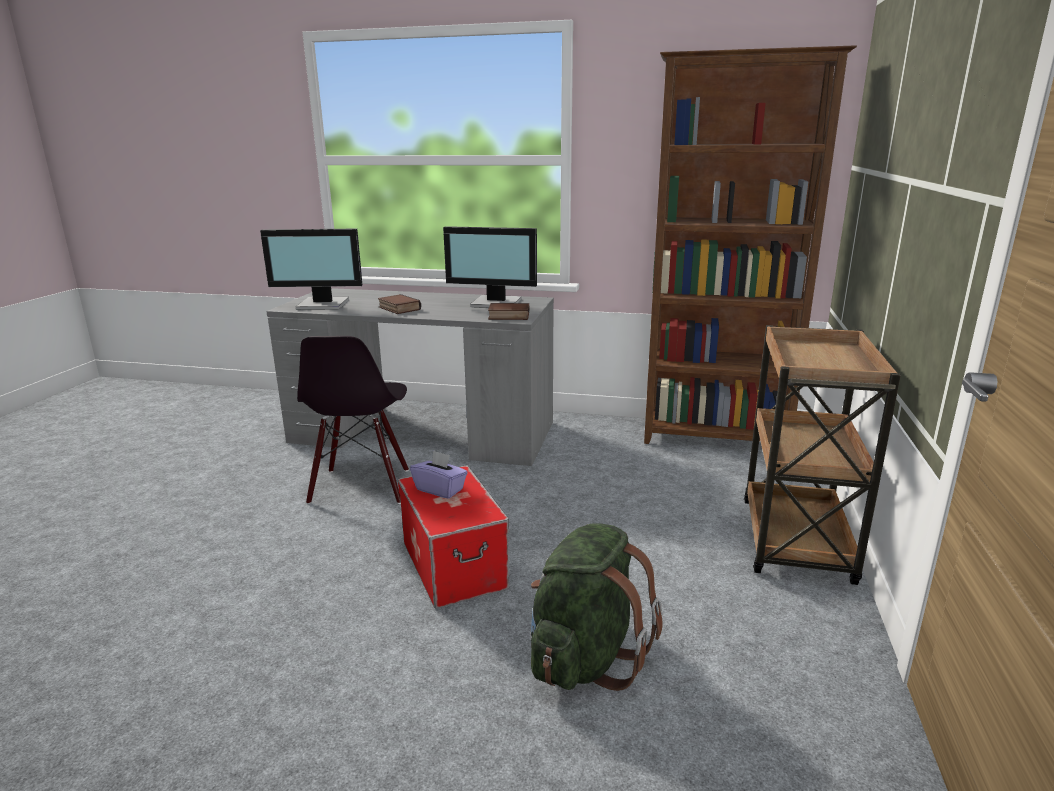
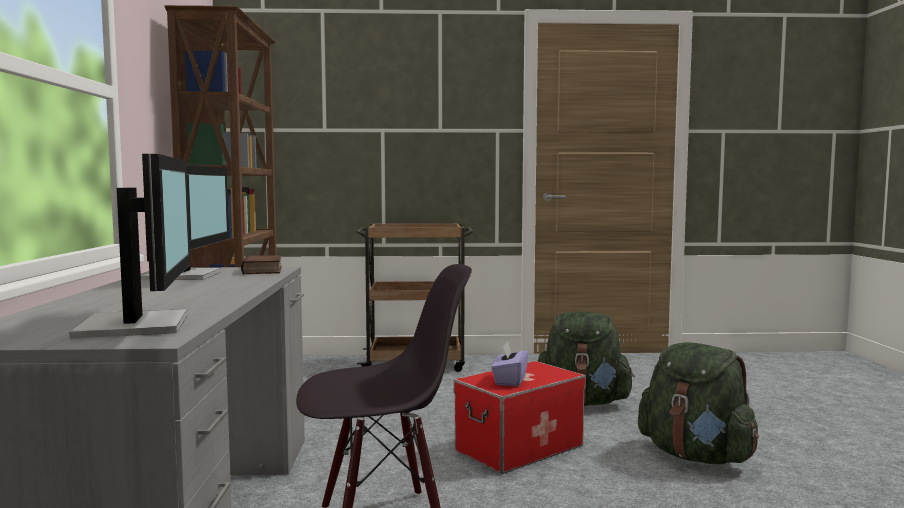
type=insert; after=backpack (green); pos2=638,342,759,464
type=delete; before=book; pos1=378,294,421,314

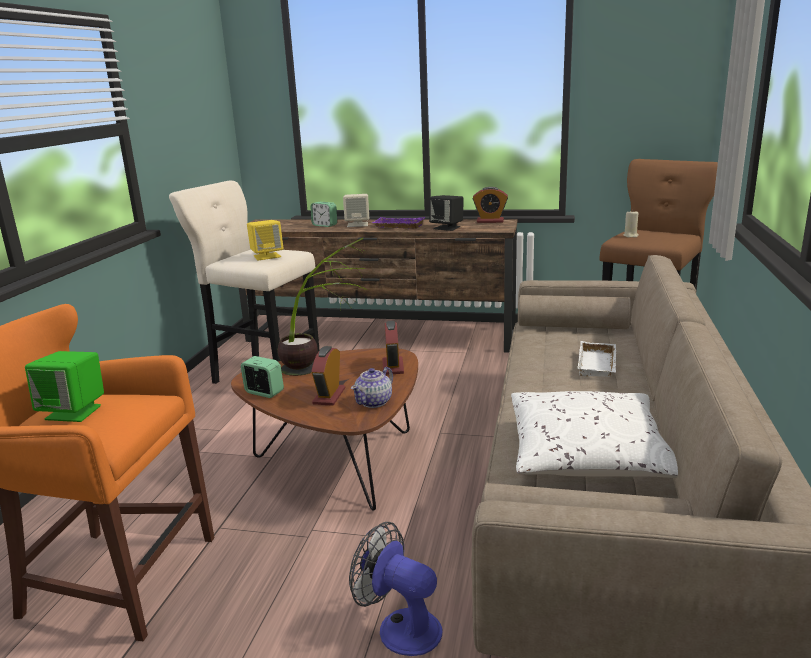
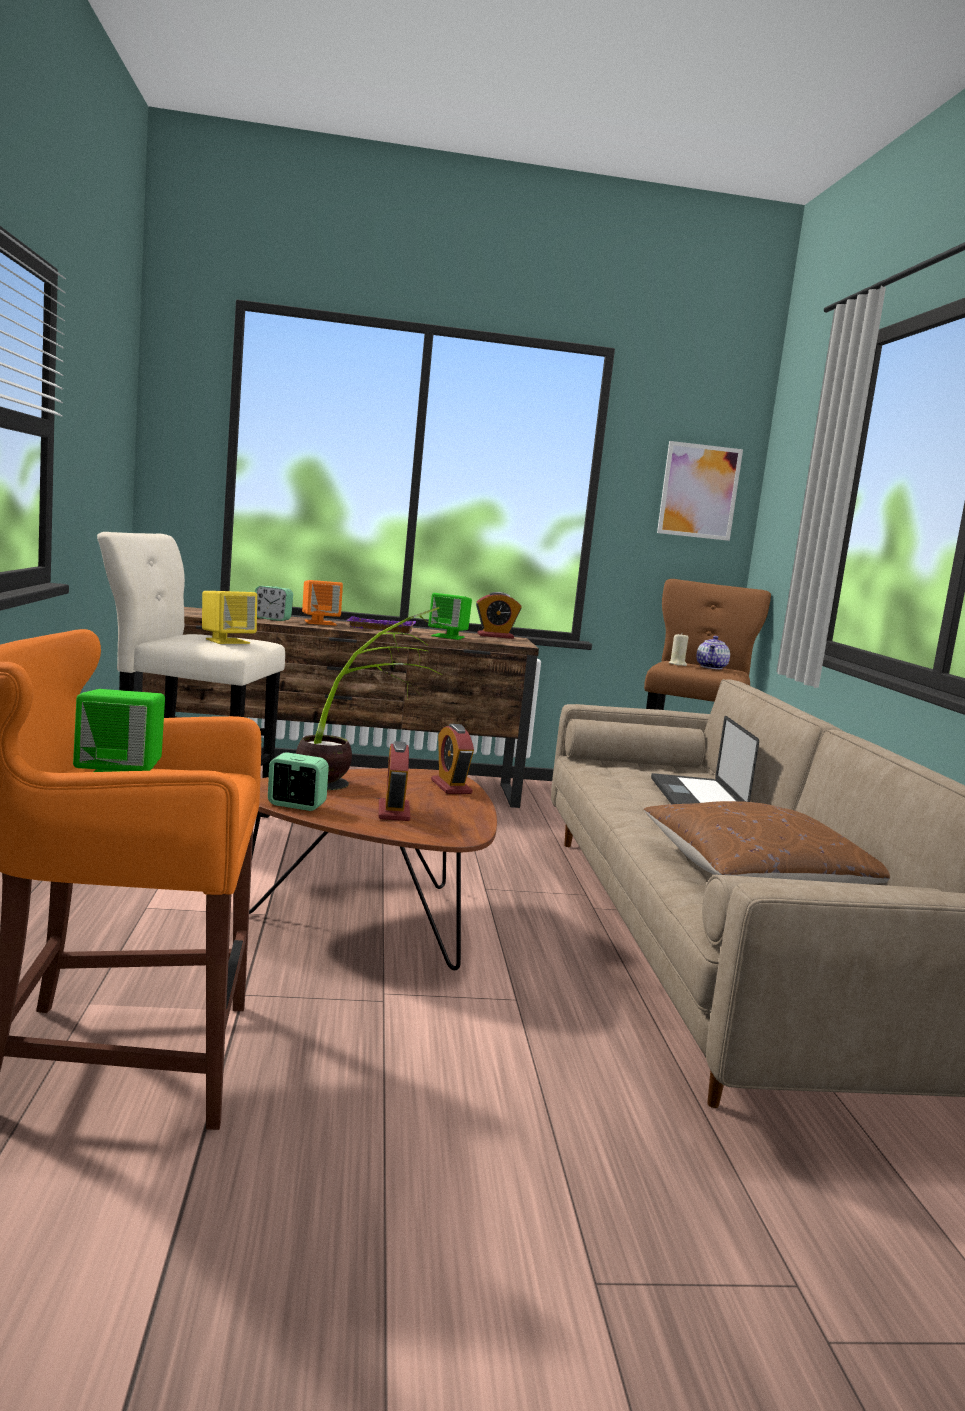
type=recolor; before=speaker (beige); after=speaker (orange); pos1=343,194,369,227; pos2=302,580,343,626
type=recolor; before=speaker (black); after=speaker (green); pos1=429,195,464,231; pos2=428,593,472,640
type=recolor; before=pillow (white); after=pillow (brown); pos1=511,391,678,478; pos2=644,801,890,884
type=replace; before=tray (white); after=laptop; pos1=577,341,617,377; pos2=651,715,759,804
type=insert; after=picture; pos2=657,441,743,541
type=move; before=teapot; pos1=351,367,393,408; pos2=696,636,730,669
type=delete; before=fan; pos1=349,522,442,656

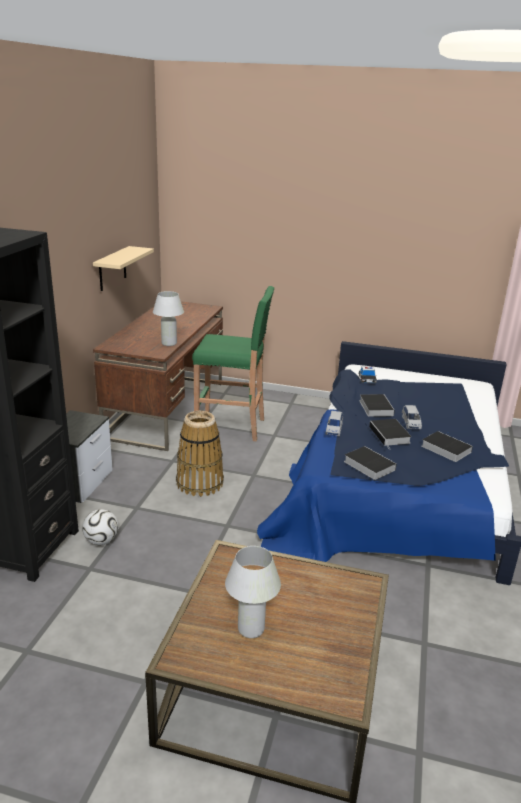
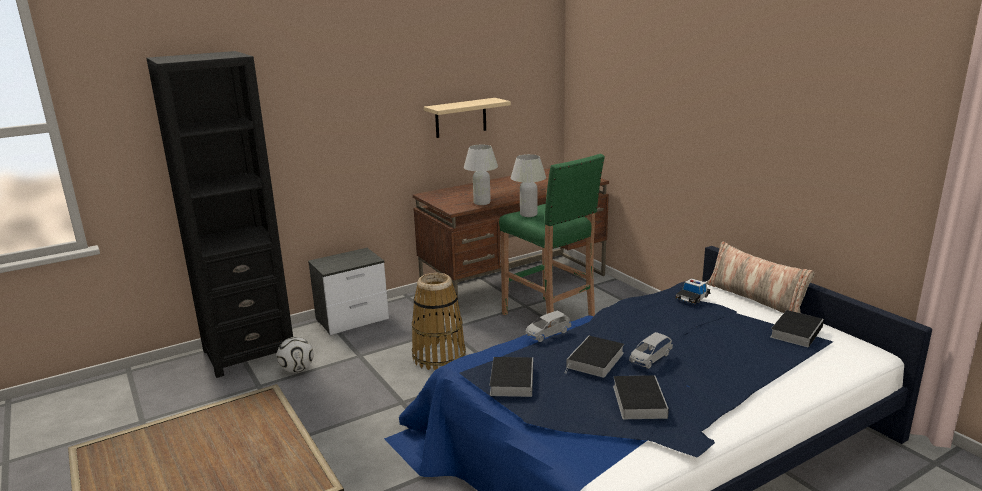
type=move; before=table lamp (white); pos1=225,546,281,638; pos2=511,154,546,217
type=insert; after=pillow; pos2=707,241,815,313
type=move; before=book; pos1=359,394,395,416; pos2=770,310,824,348

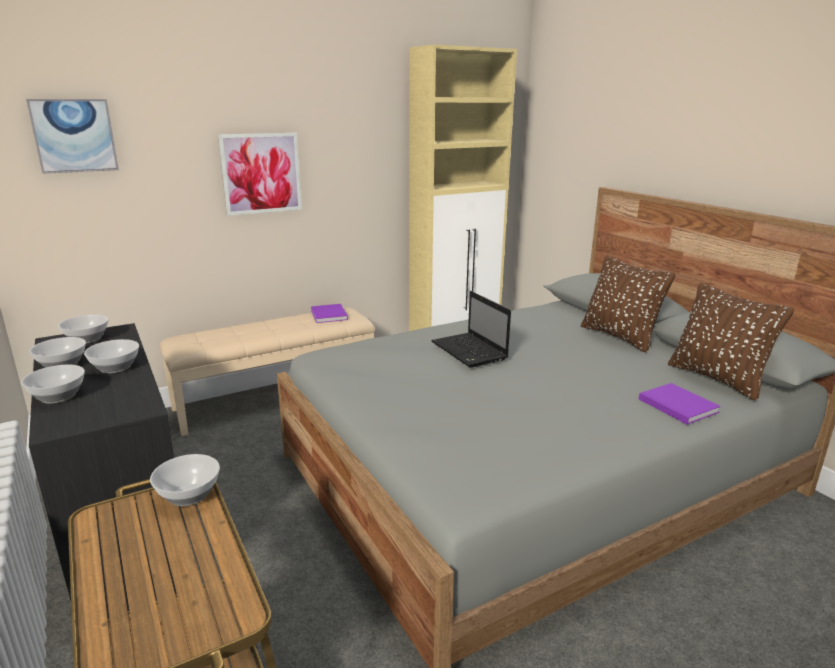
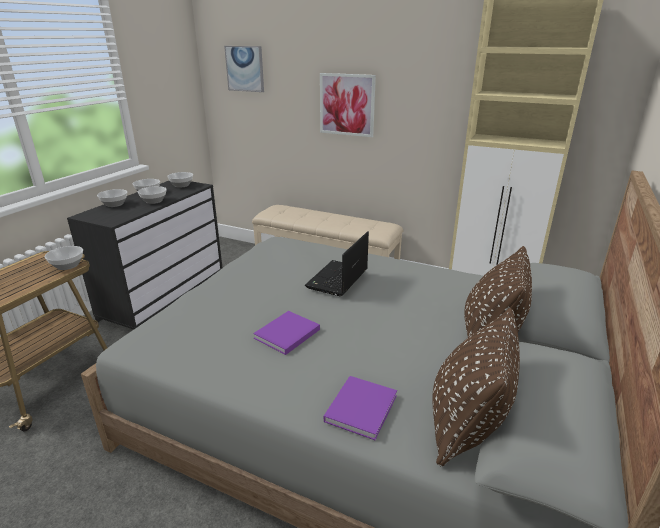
type=move; before=book (purple); pos1=311,304,348,323; pos2=253,311,320,355

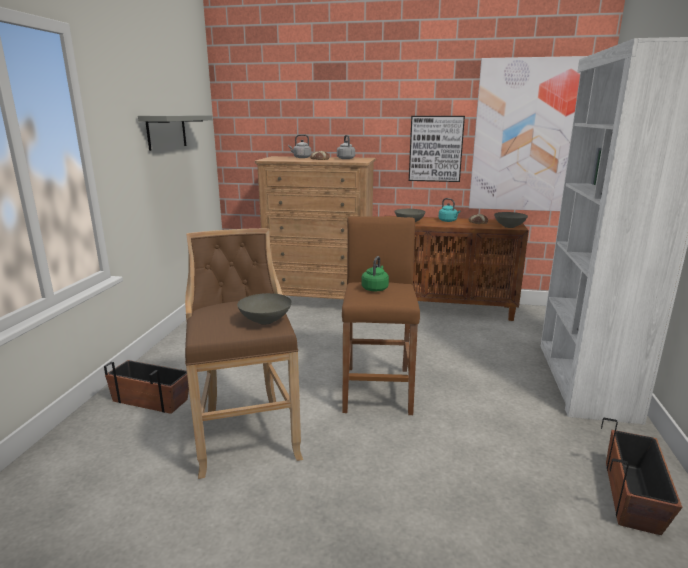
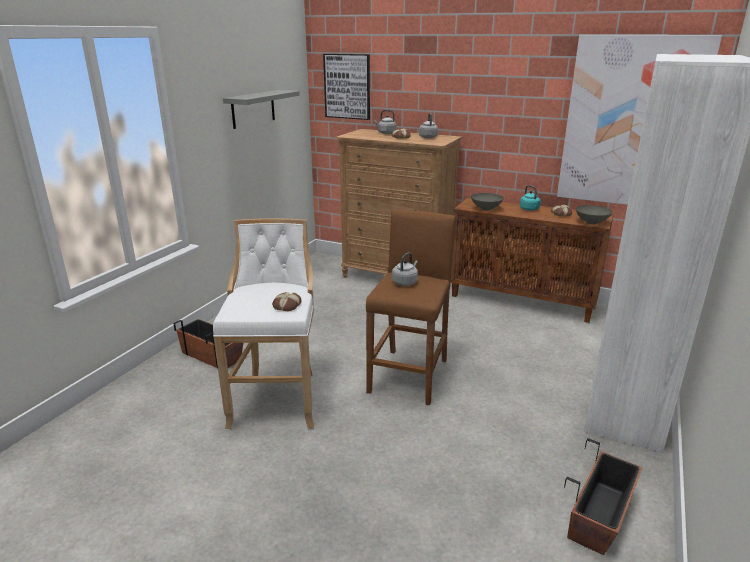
type=recolor; before=stool (brown); after=stool (white); pos1=185,228,303,479; pos2=213,218,314,429
type=replace; before=bowl (grey); after=bread; pos1=237,293,292,325; pos2=272,292,302,311
type=move; before=picture; pos1=409,116,465,182; pos2=323,54,370,120
type=recolor; before=kettle (green); after=kettle (grey); pos1=361,256,389,291; pos2=392,252,418,286

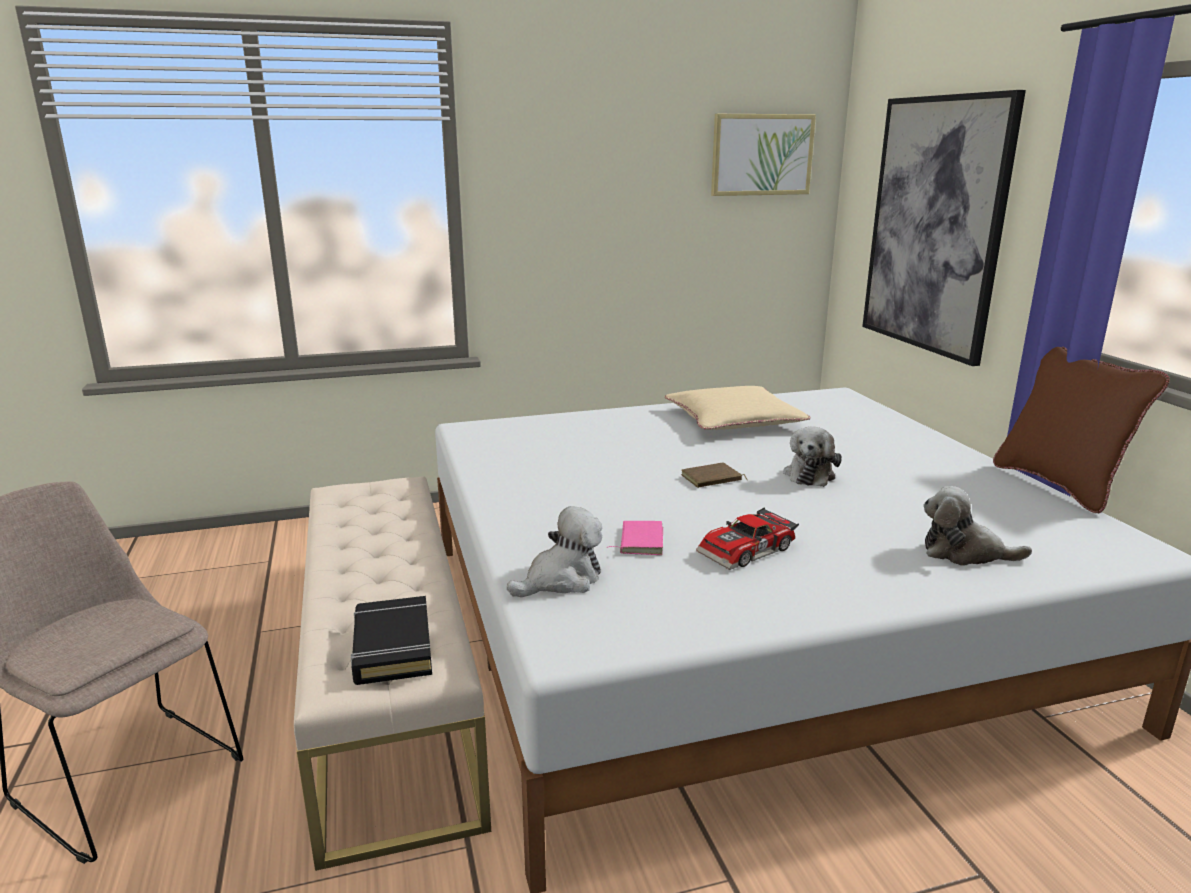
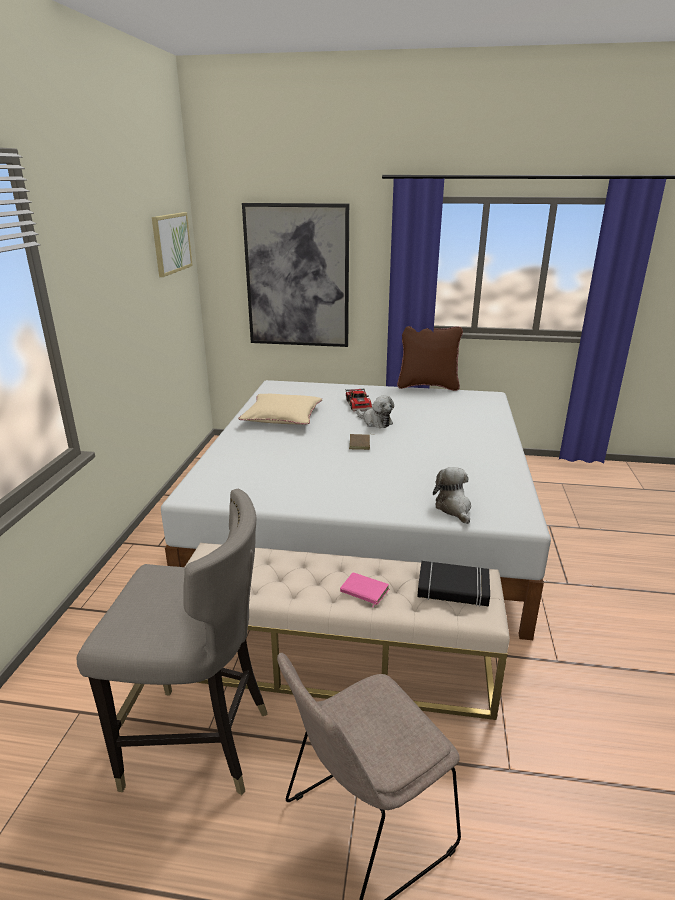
type=insert; after=stool (grey); pos2=77,489,268,795
type=move; before=book (pink); pos1=609,521,663,555; pos2=340,573,389,608
type=move; before=toy car; pos1=696,508,799,570; pos2=345,389,372,411
type=delete; before=plush toy; pos1=923,486,1032,566

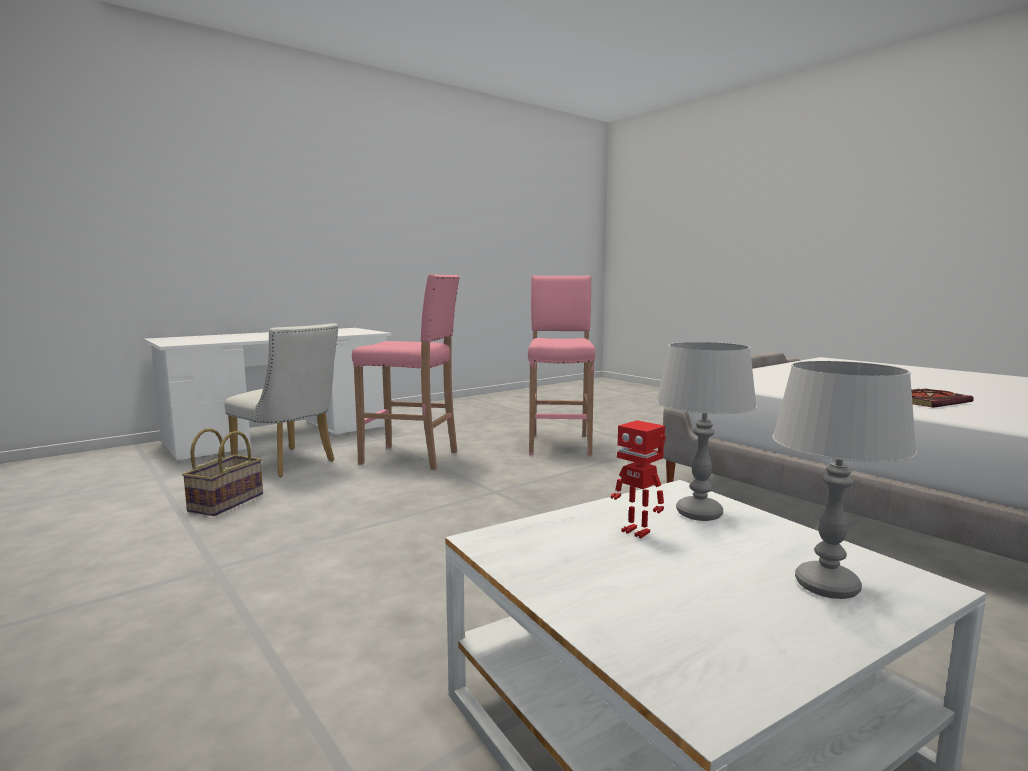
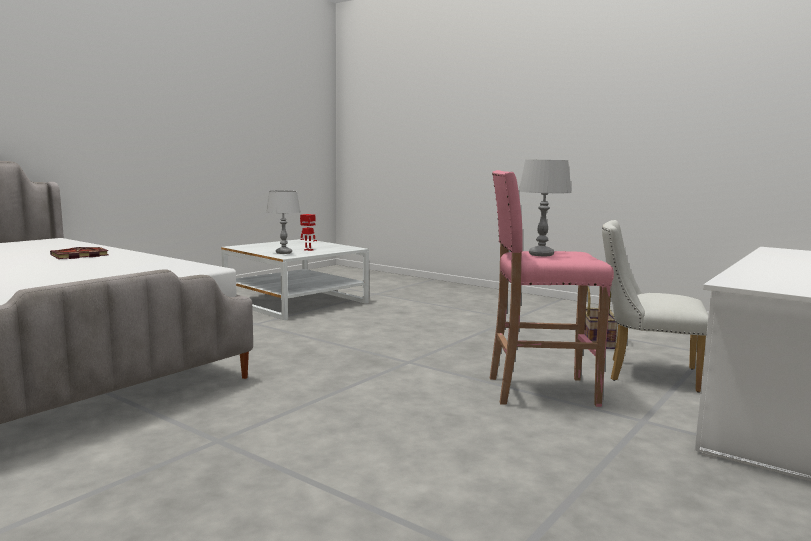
type=move; before=table lamp (grey); pos1=772,361,917,599; pos2=519,159,572,256
type=delete; before=stool (pink); pos1=528,275,596,456

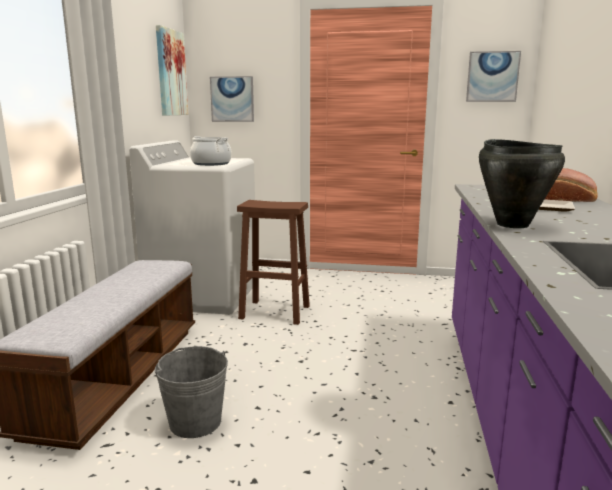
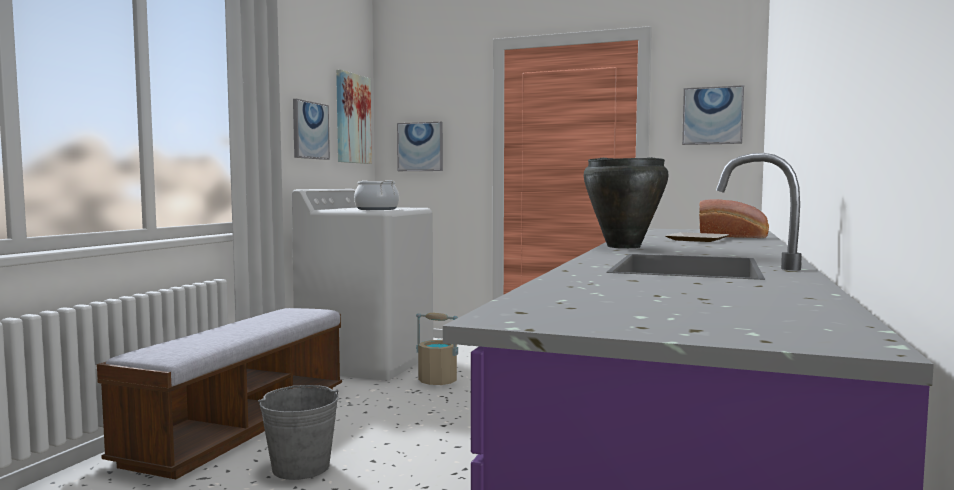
type=insert; after=picture; pos2=293,99,330,160
type=replace; before=stool (brown); after=bucket (beige); pos1=237,200,310,325; pos2=416,313,458,385

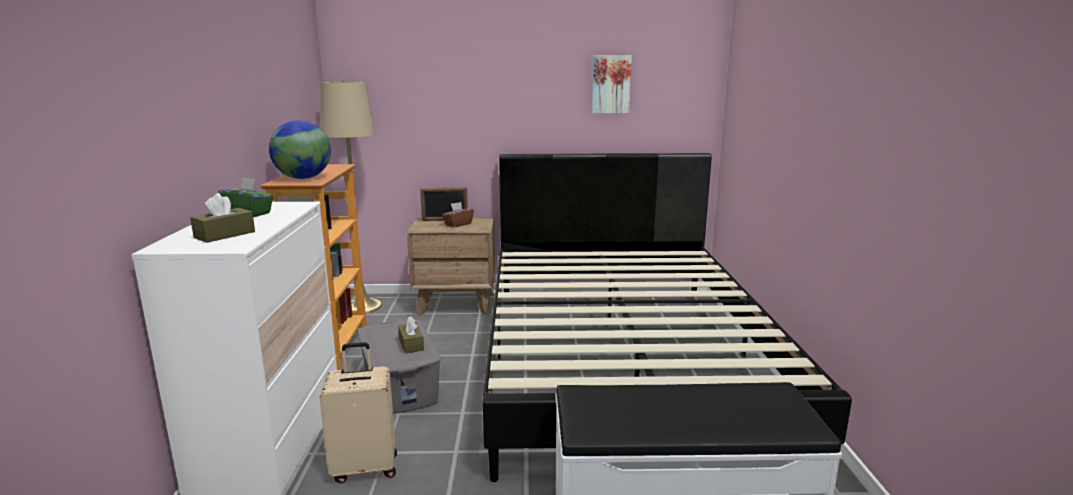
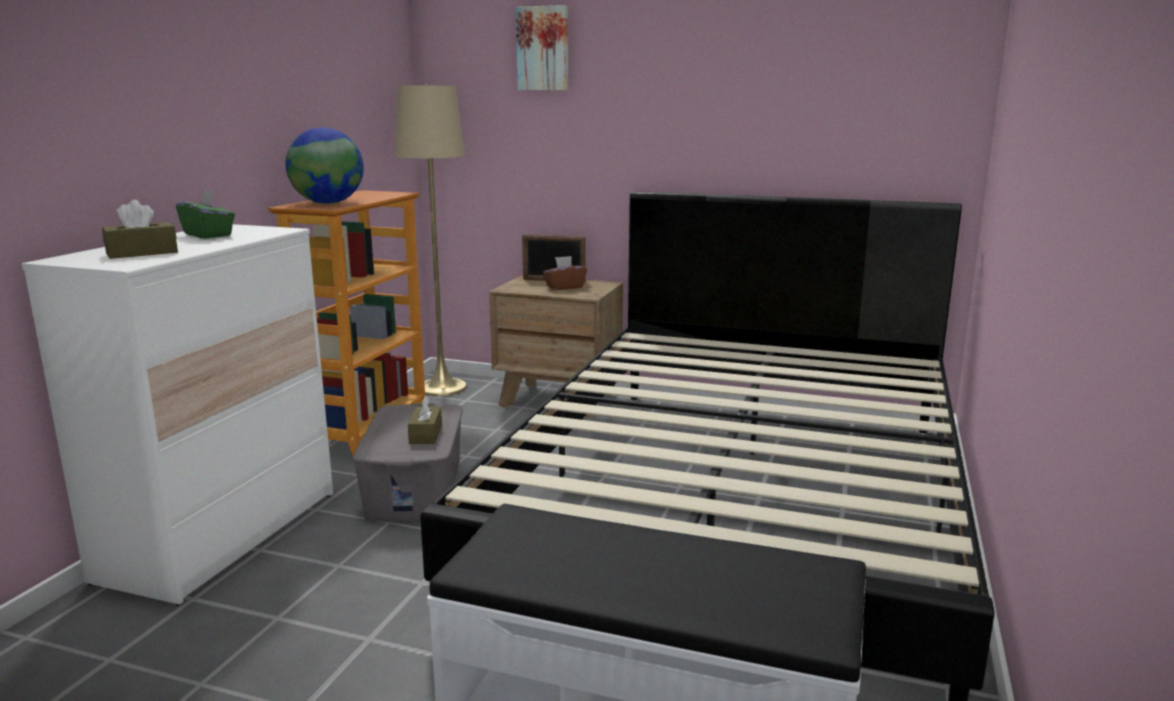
type=move; before=picture; pos1=592,55,632,114; pos2=516,5,568,90
type=delete; before=suitcase (beige); pos1=319,342,397,483

